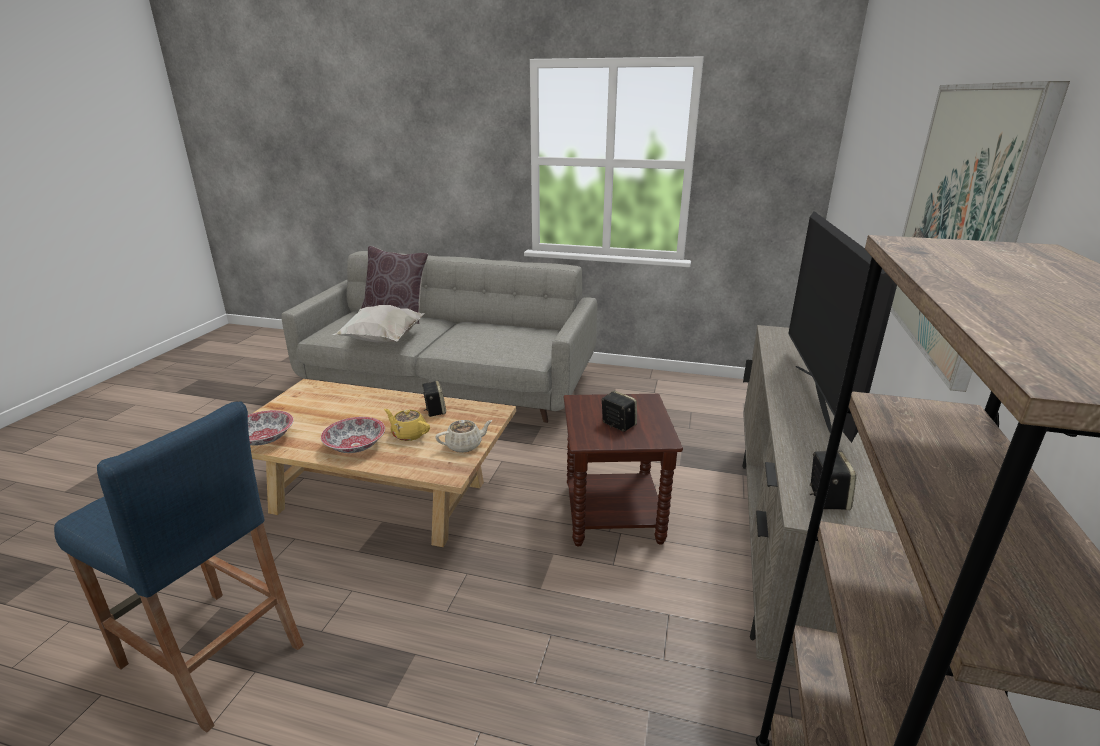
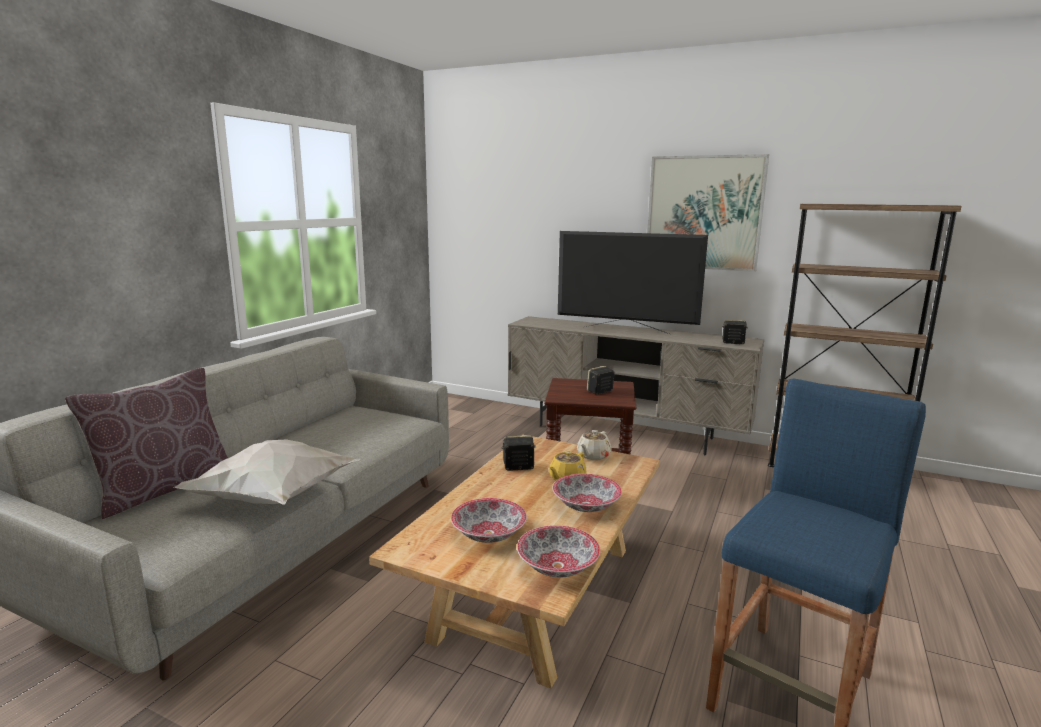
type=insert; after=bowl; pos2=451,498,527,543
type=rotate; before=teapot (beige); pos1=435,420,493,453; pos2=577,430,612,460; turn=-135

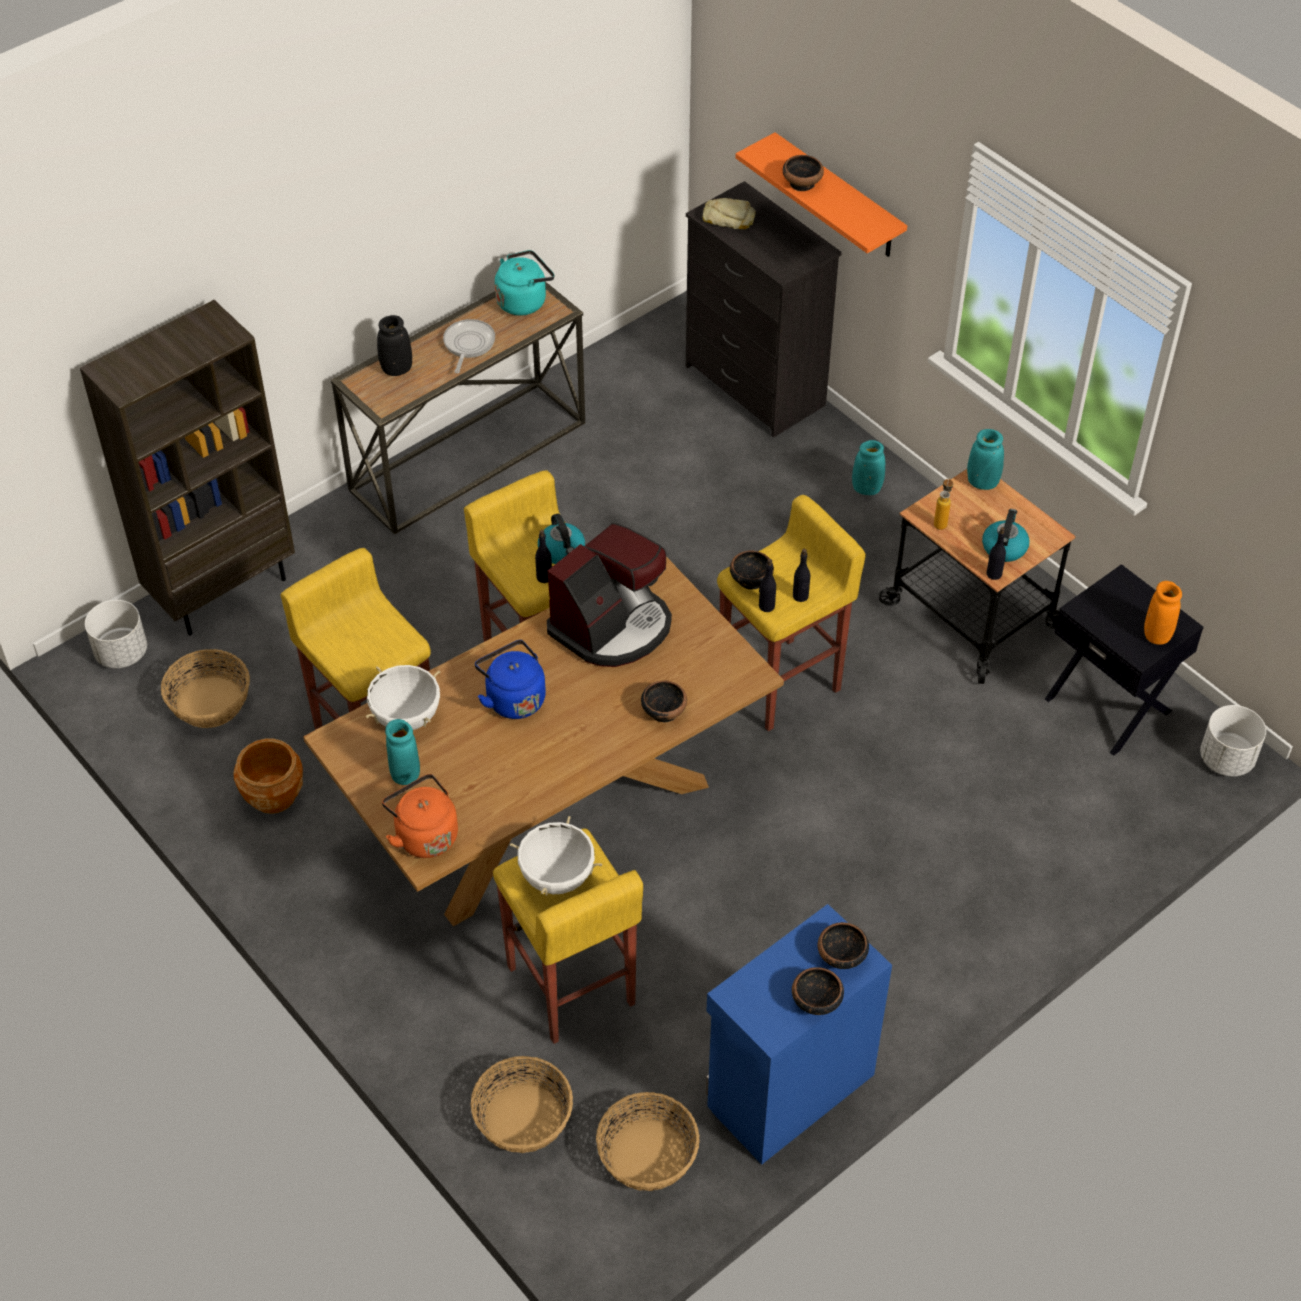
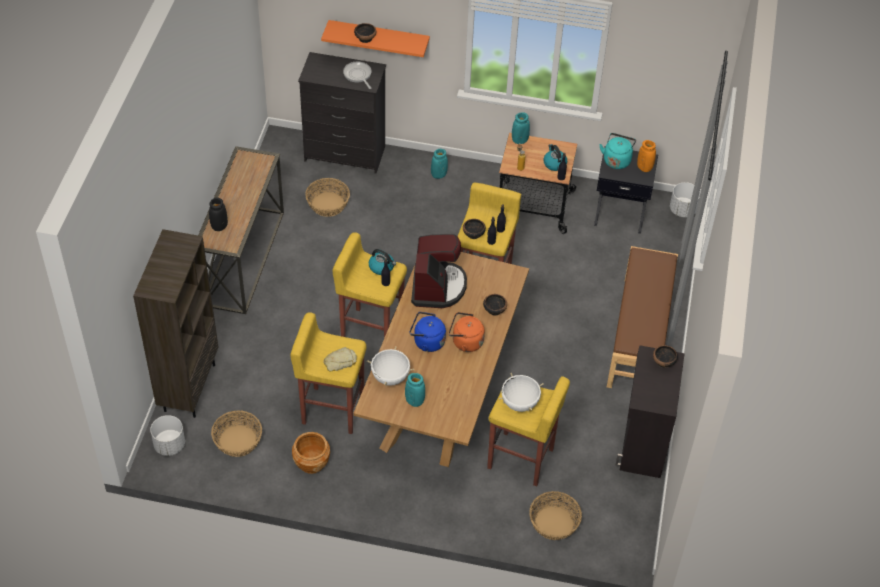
type=move; before=basket; pos1=596,1092,700,1191; pos2=305,178,350,217
type=move; before=bread; pos1=703,198,756,229; pos2=323,347,357,372
type=move; before=frying pan; pos1=443,319,495,373; pos2=343,62,372,89
type=move; before=kettle (orange); pos1=382,774,458,858; pos2=449,312,485,352
type=move; before=kettle (turquoise); pos1=495,250,554,316; pos2=599,133,636,169
type=insert; after=bench (brown); pos2=607,246,678,388
type=recolor; before=cabinet (blue); after=cabinet (black); pos1=706,904,892,1165; pos2=616,345,685,478
type=delete; before=bowl; pos1=792,967,844,1015

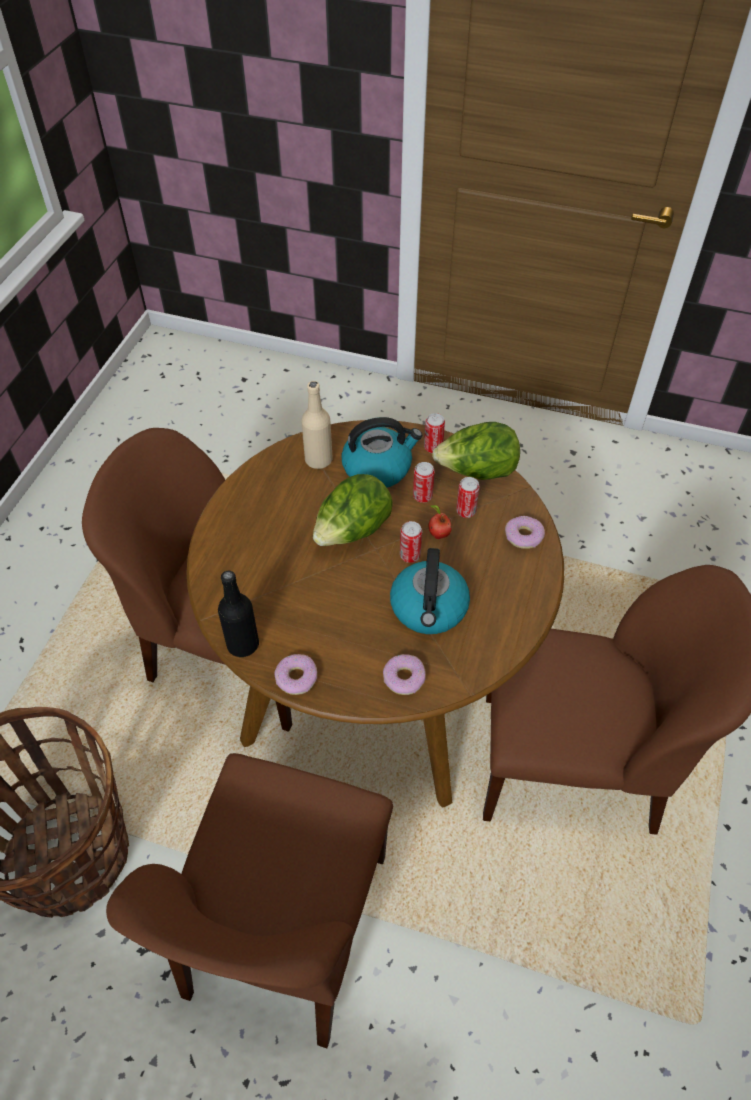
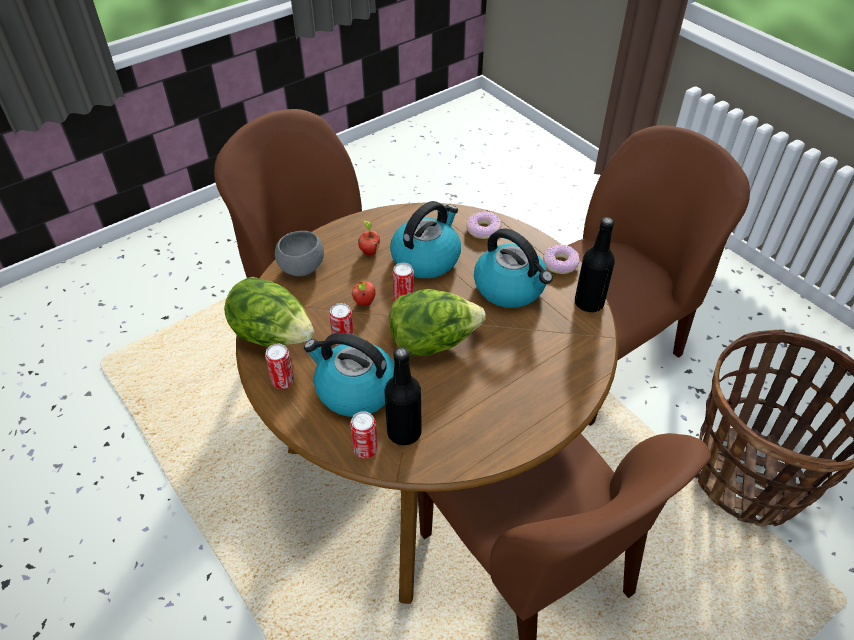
type=replace; before=donut; after=bowl (grey); pos1=505,516,545,549; pos2=275,231,324,276
type=move; before=can; pos1=456,477,480,518; pos2=350,411,378,459
type=insert; after=apple; pos2=358,220,380,255
type=recolor; before=bottle (beige); after=bottle (black); pos1=301,381,333,469; pos2=384,347,422,445
type=insert; after=kettle; pos2=474,228,553,308

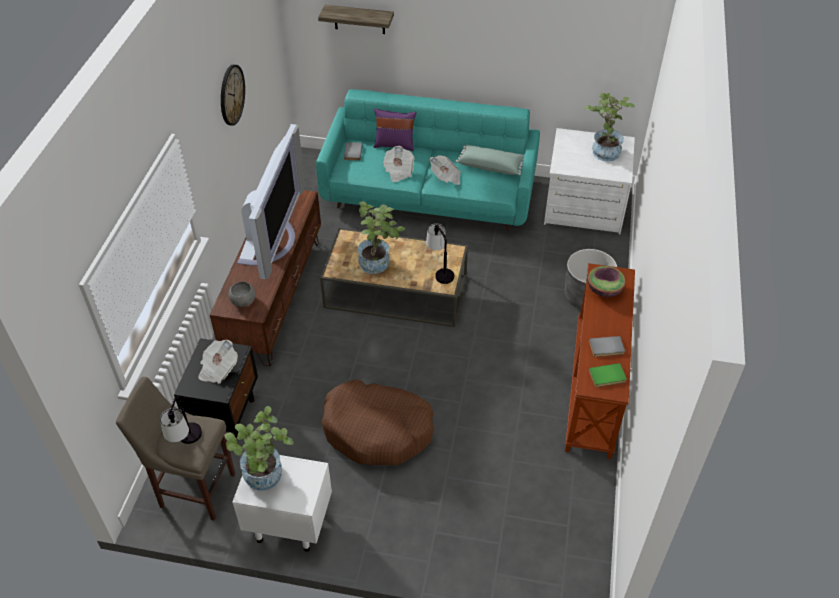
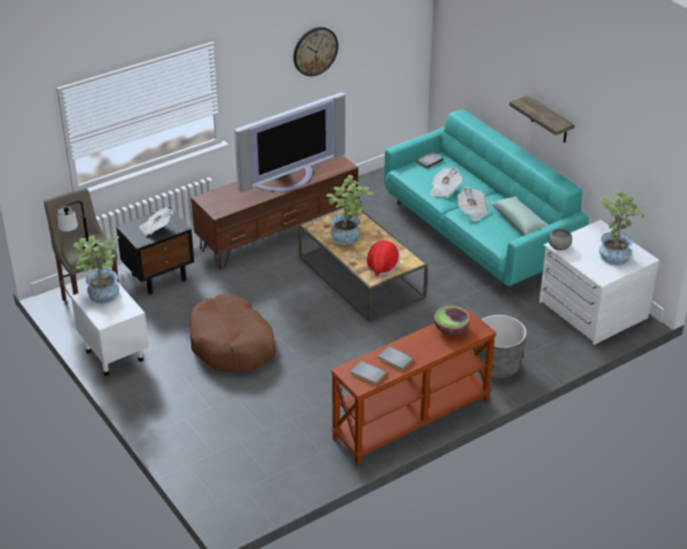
type=recolor; before=book (green); after=book (grey); pos1=589,363,627,387; pos2=350,361,387,386
type=replace; before=table lamp; after=hat; pos1=426,223,454,284; pos2=367,240,400,279
type=move; before=shelf; pos1=318,5,394,34; pos2=509,95,574,143
type=move; before=bowl (grey); pos1=229,281,255,307; pos2=548,228,572,251
type=delete; before=pillow (purple); pos1=374,108,416,151

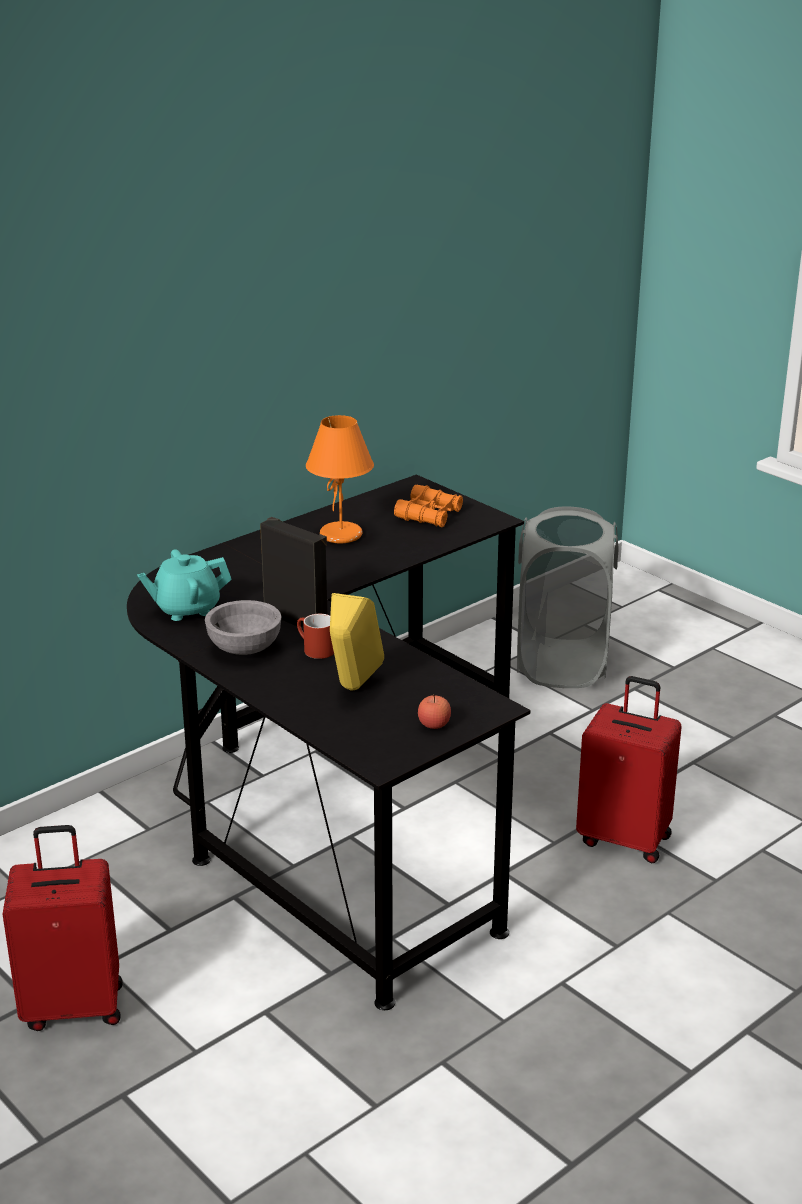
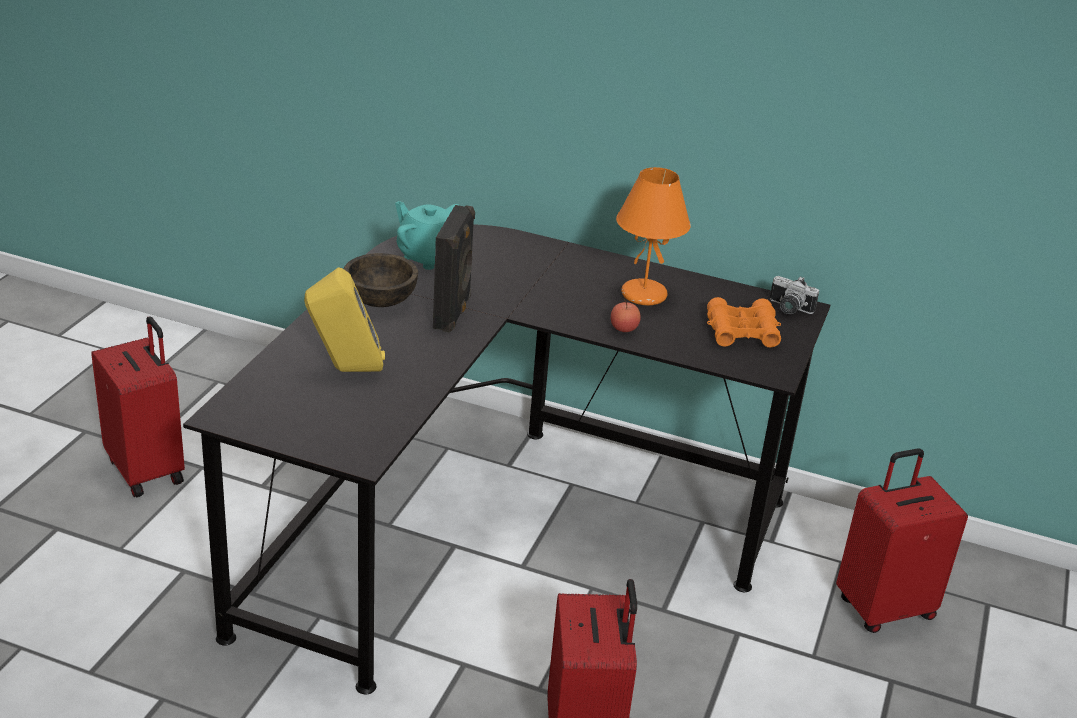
type=recolor; before=bowl (grey); after=bowl (brown); pos1=205,600,281,655; pos2=344,253,418,307
type=move; before=apple; pos1=418,694,451,729; pos2=611,299,641,332
type=insert; after=photo camera; pos2=770,276,819,314
type=replace; before=laundry basket (grey); after=suitcase (red); pos1=517,507,618,688; pos2=836,448,968,633
type=delete; before=mug (red); pos1=297,614,334,659

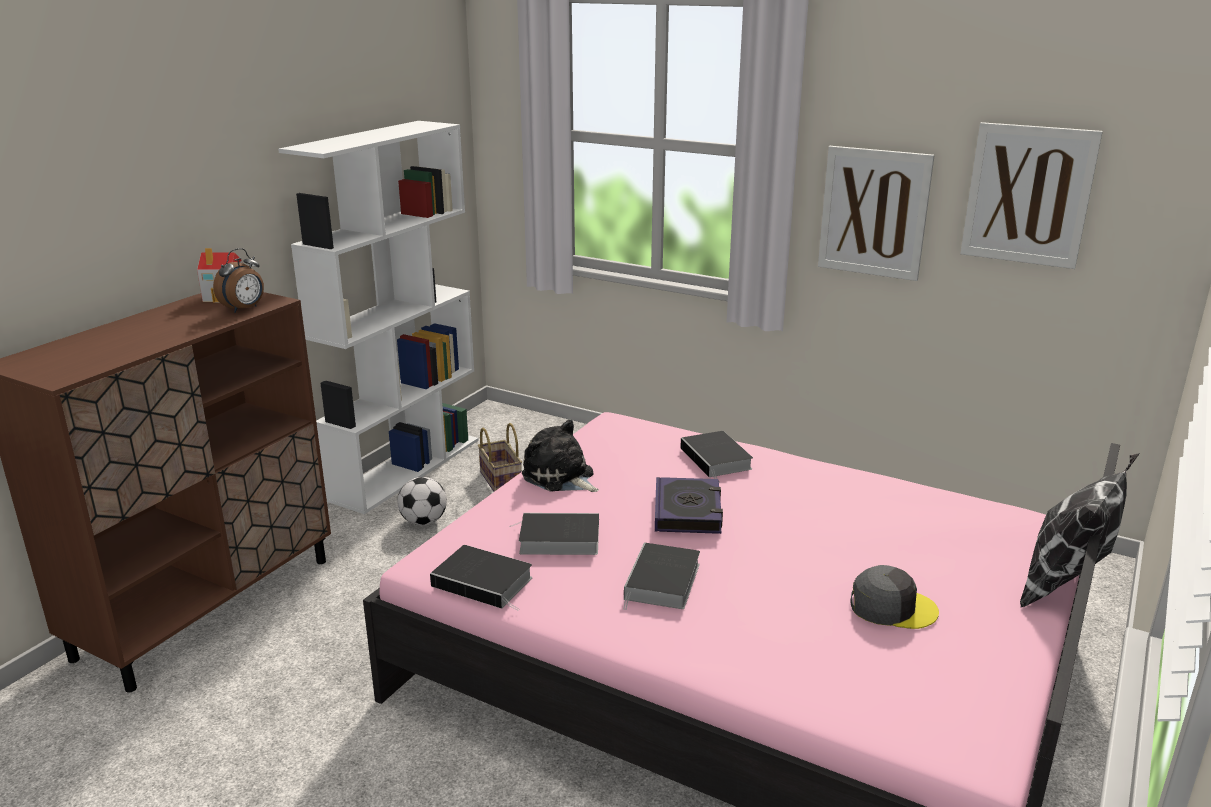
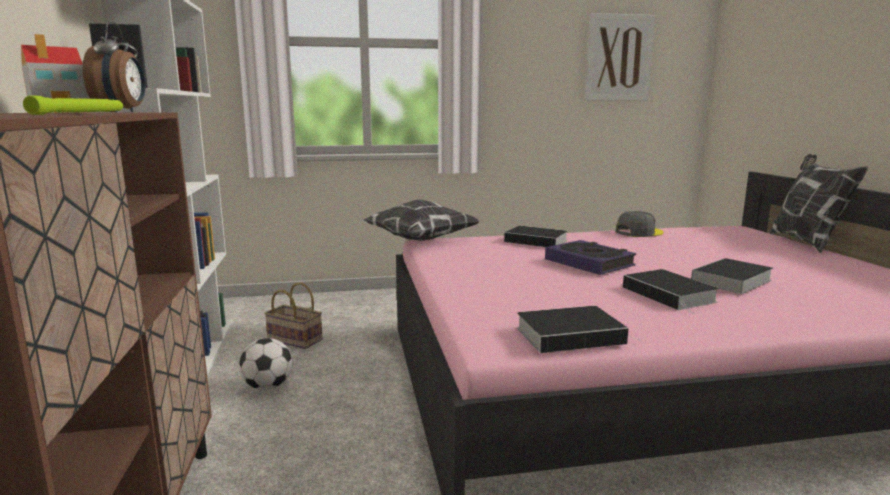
type=insert; after=flashlight (green); pos2=23,96,123,115
type=insert; after=pillow; pos2=363,199,480,241
type=move; before=cap (grey); pos1=851,565,939,629; pos2=615,211,664,237
type=move; before=book; pos1=510,513,599,555; pos2=691,258,774,294
type=delete; before=plush toy; pos1=522,419,599,492
type=delete; before=picture; pos1=818,146,935,281

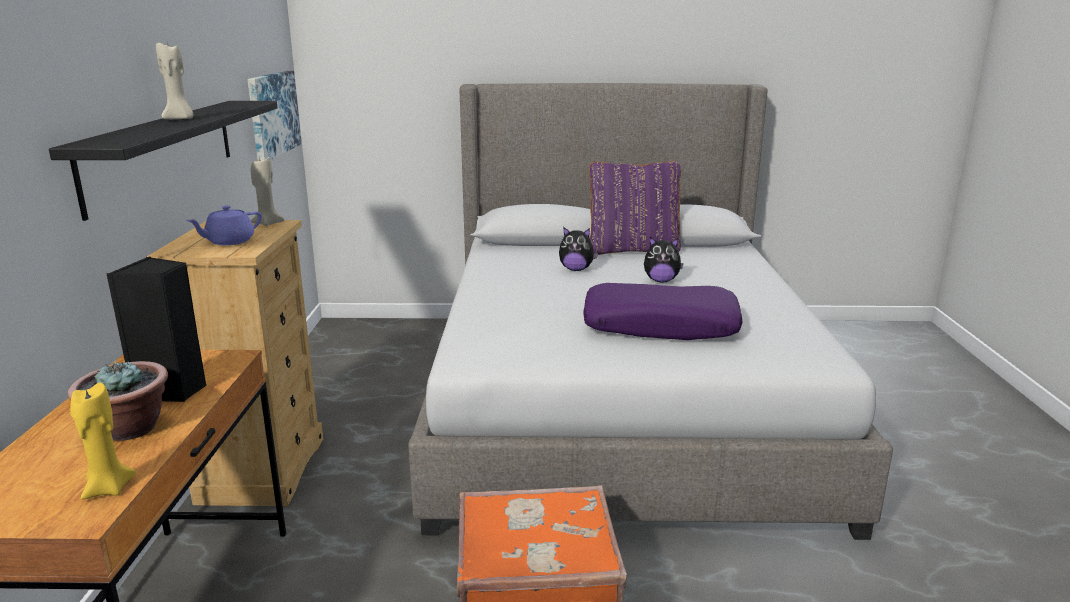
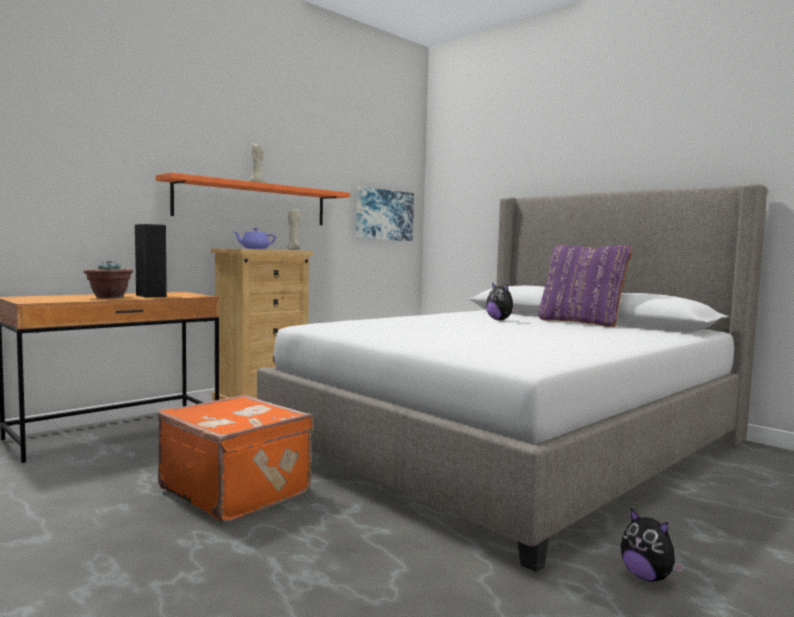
type=recolor; before=shelf (black); after=shelf (orange); pos1=49,101,278,221; pos2=156,172,350,225
type=move; before=plush toy; pos1=644,237,684,282; pos2=621,508,685,582
type=delete; before=candle (yellow); pos1=70,383,136,500
type=delete; before=pillow (purple); pos1=583,283,743,340

